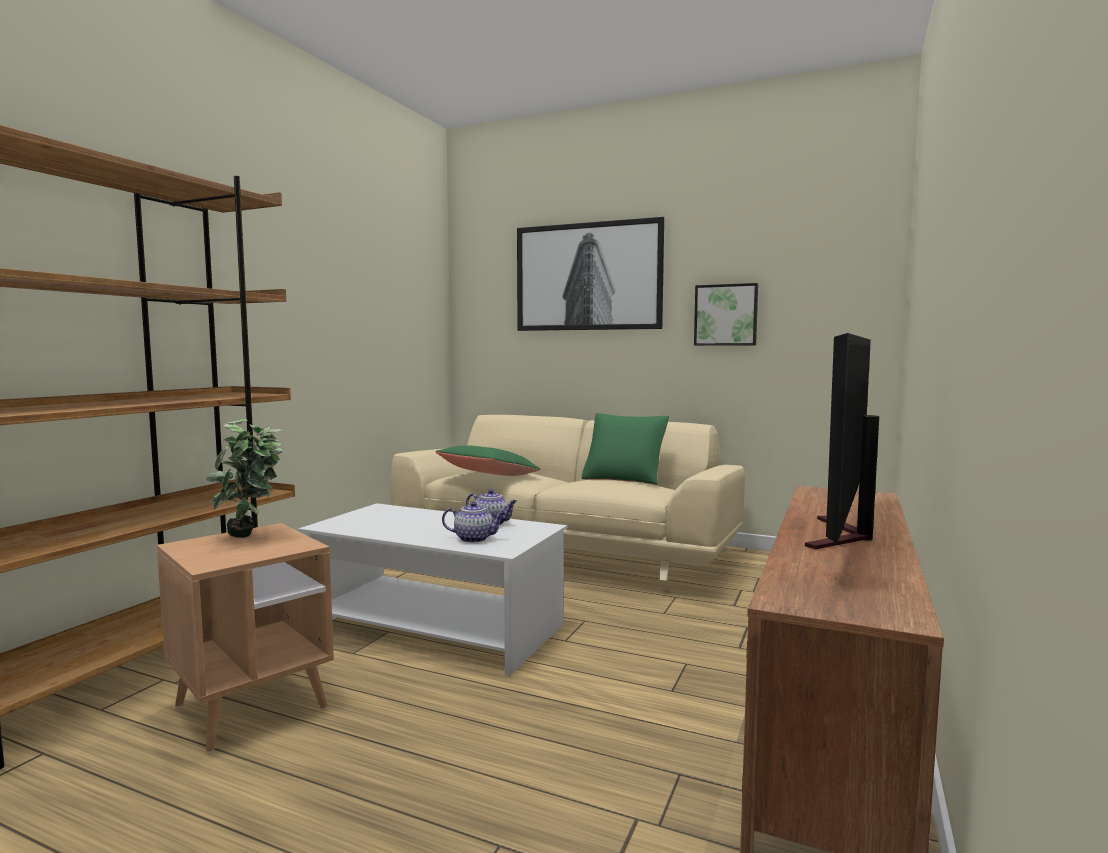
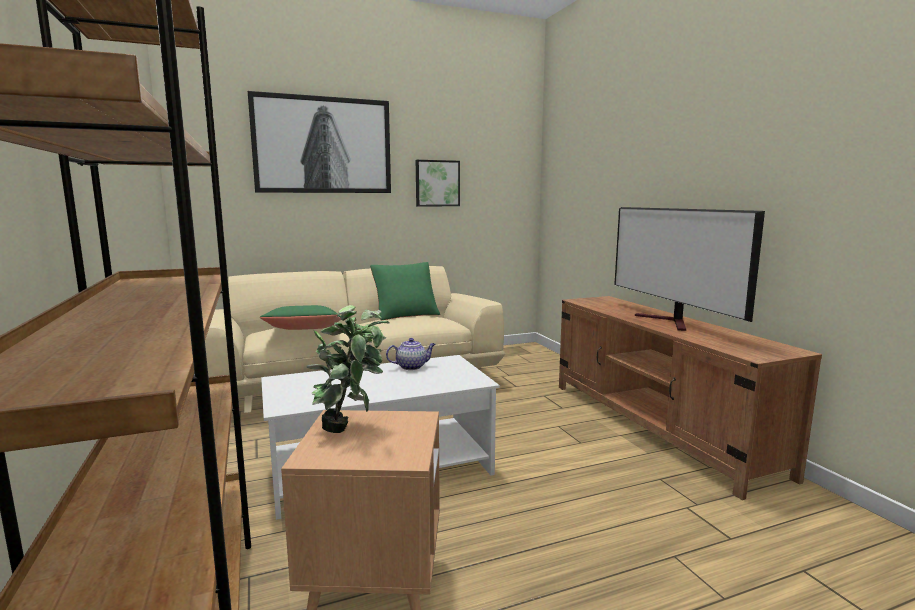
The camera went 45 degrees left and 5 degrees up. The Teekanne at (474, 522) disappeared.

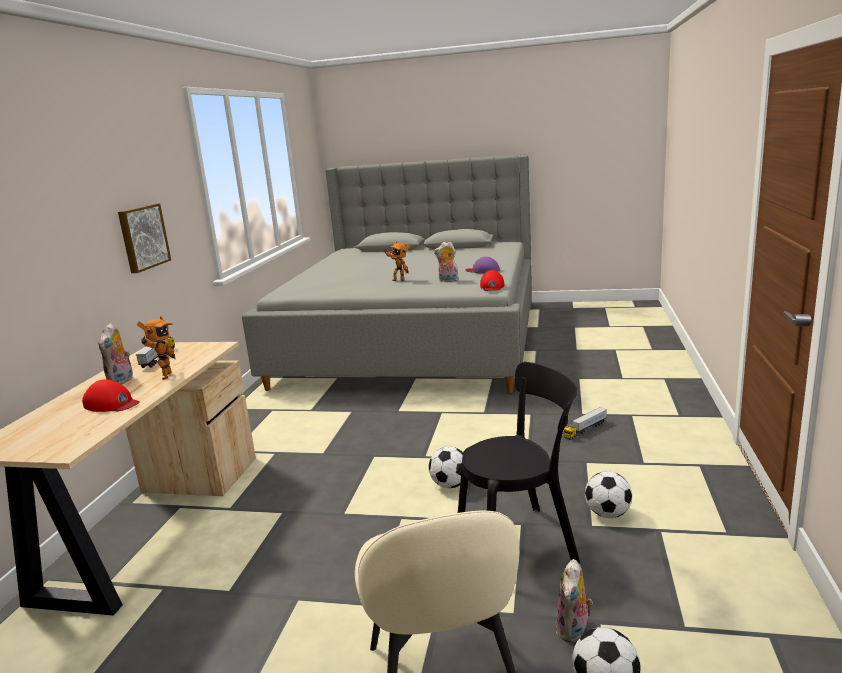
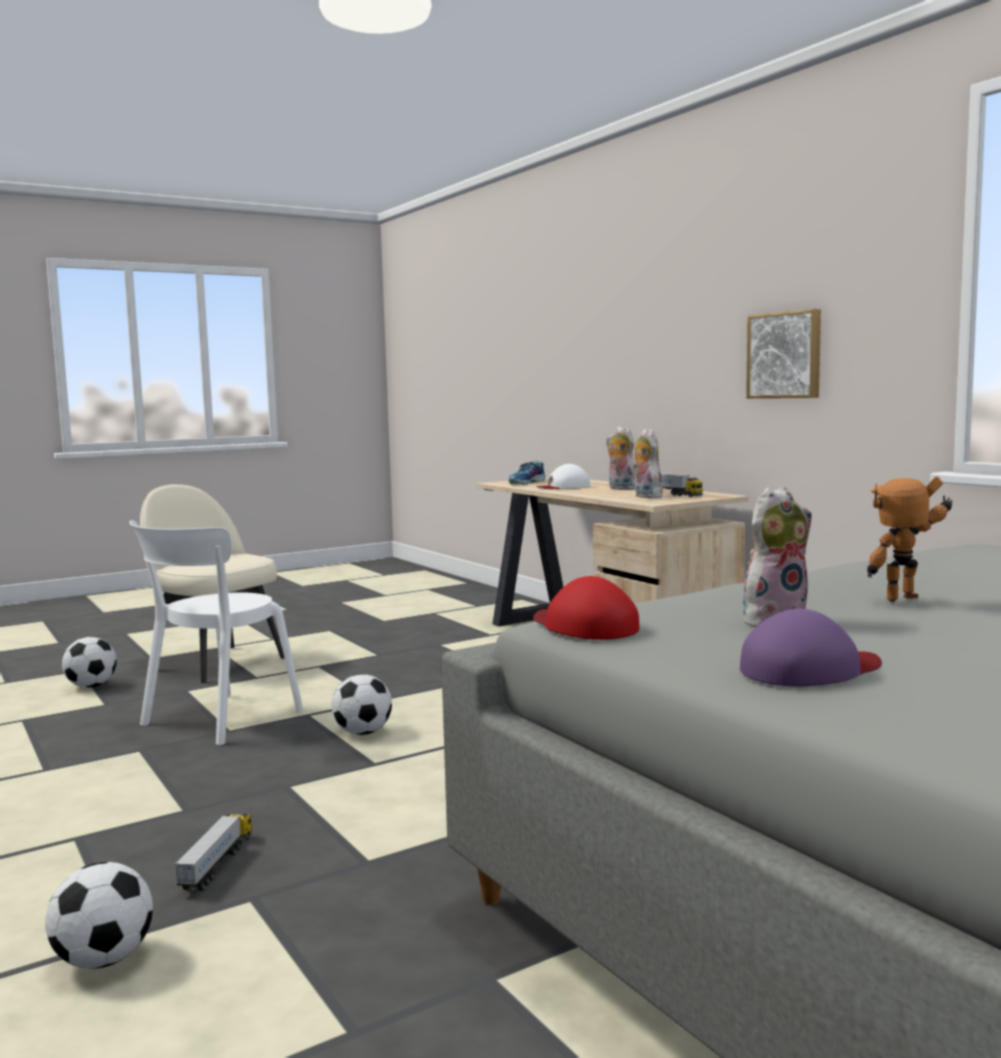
The camera went 135 degrees right and 10 degrees down. The Kappe (rot) at (111, 395) became the Kappe (weiß) at (563, 476). The Spielzeugroboter at (156, 348) disappeared. The Stuhl (schwarz) at (519, 462) became the Stuhl (weiß) at (216, 633). The Plüschtier moved from (574, 600) to (647, 463). The Fußball moved from (608, 494) to (99, 915). The Schuh at (527, 472) appeared.

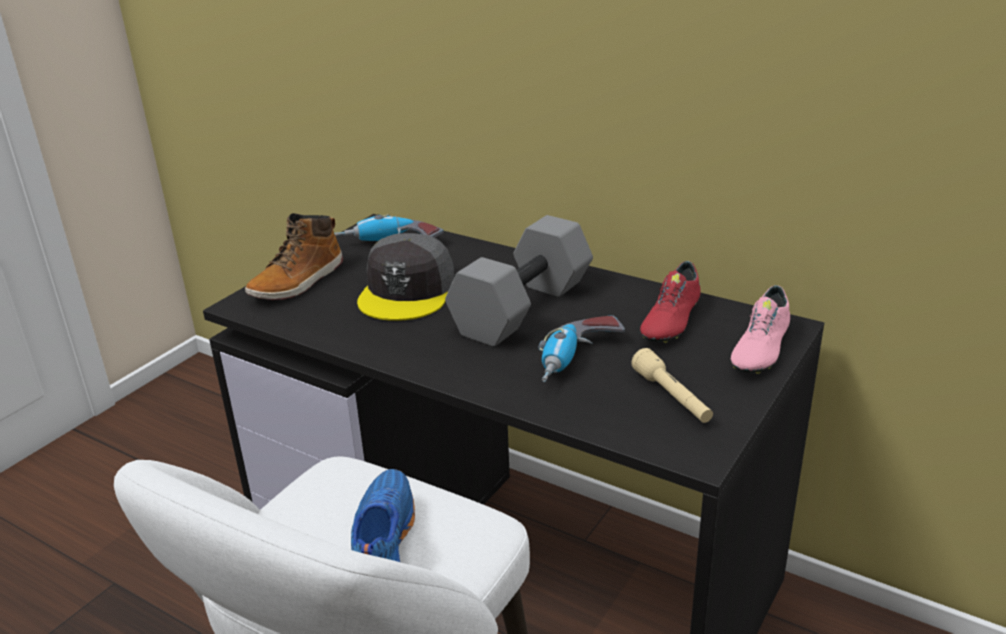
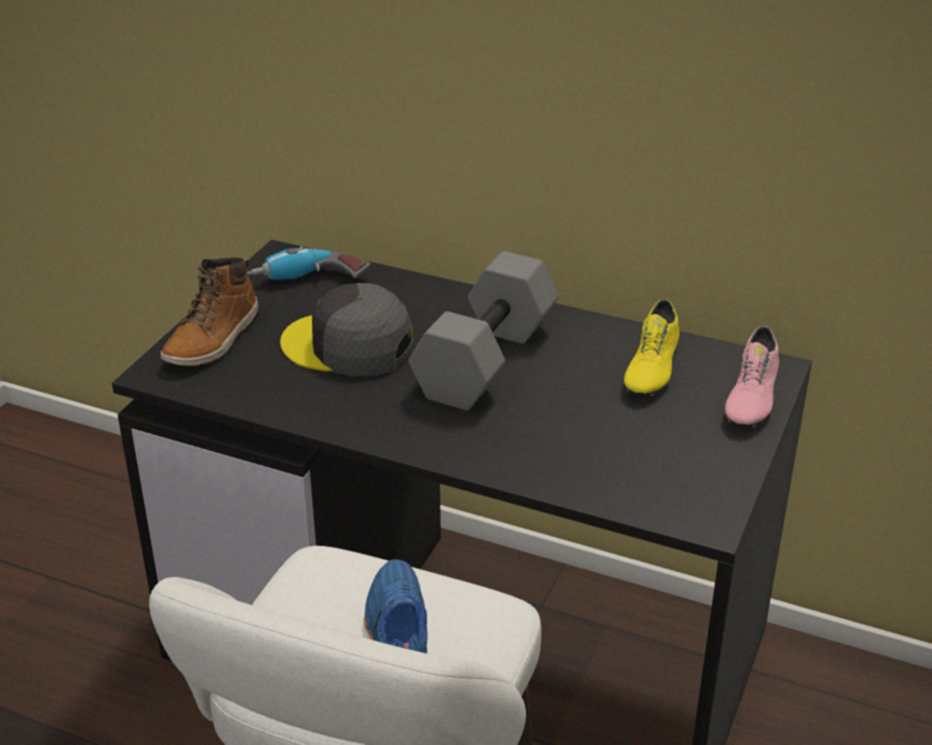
The camera went 10 degrees left and 5 degrees up. The Kappe (grau) at (406, 277) turned 105 degrees clockwise. The Bohrmaschine at (581, 348) disappeared. The Taschenlampe (beige) at (672, 385) disappeared. The Schuh (rot) at (670, 302) became the Schuh (gelb) at (652, 347).

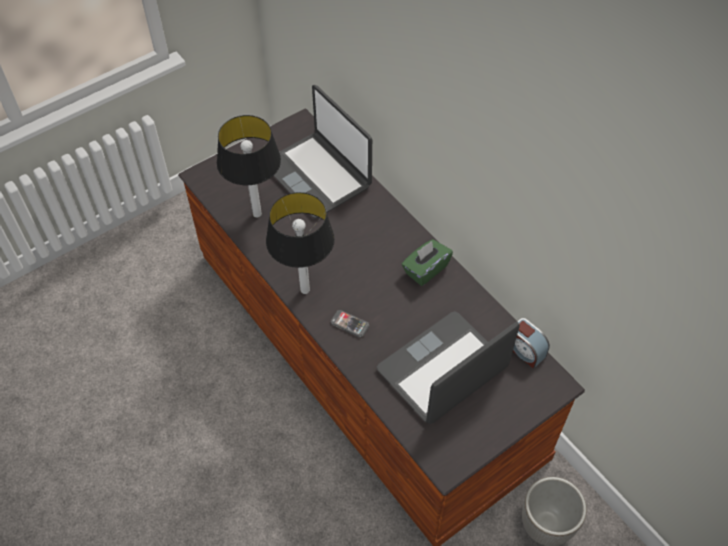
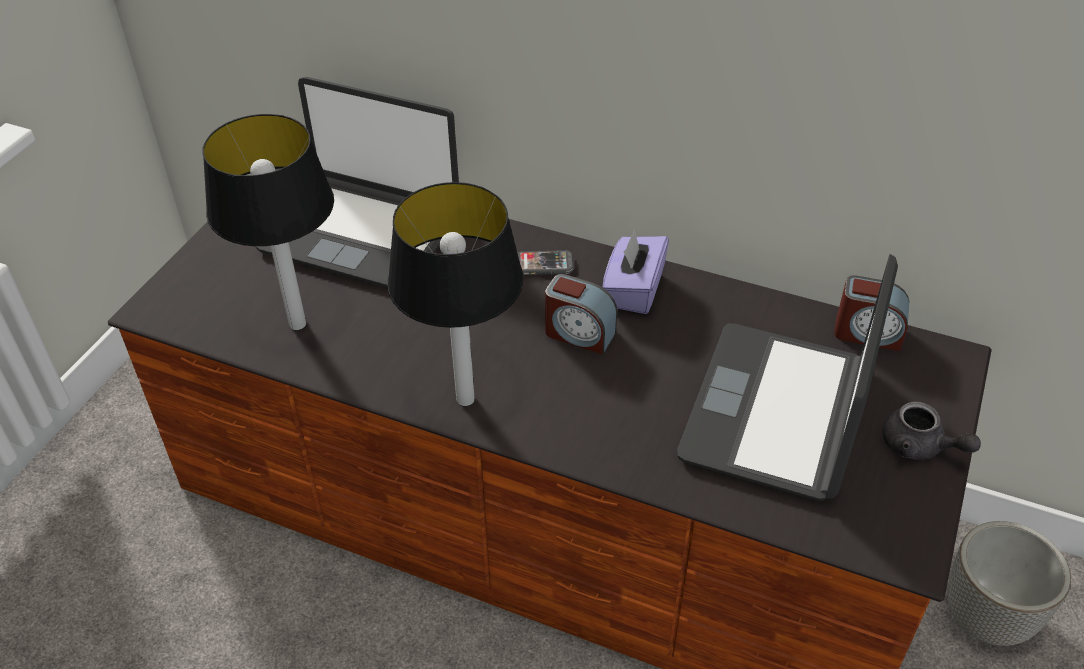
The camera went 30 degrees left and 10 degrees down. The Handy moved from (350, 323) to (545, 262). The Taschentuchbox (grün) at (427, 262) became the Taschentuchbox (lila) at (635, 272). The Wecker at (581, 314) appeared. The Teekanne (grau) at (931, 430) appeared.

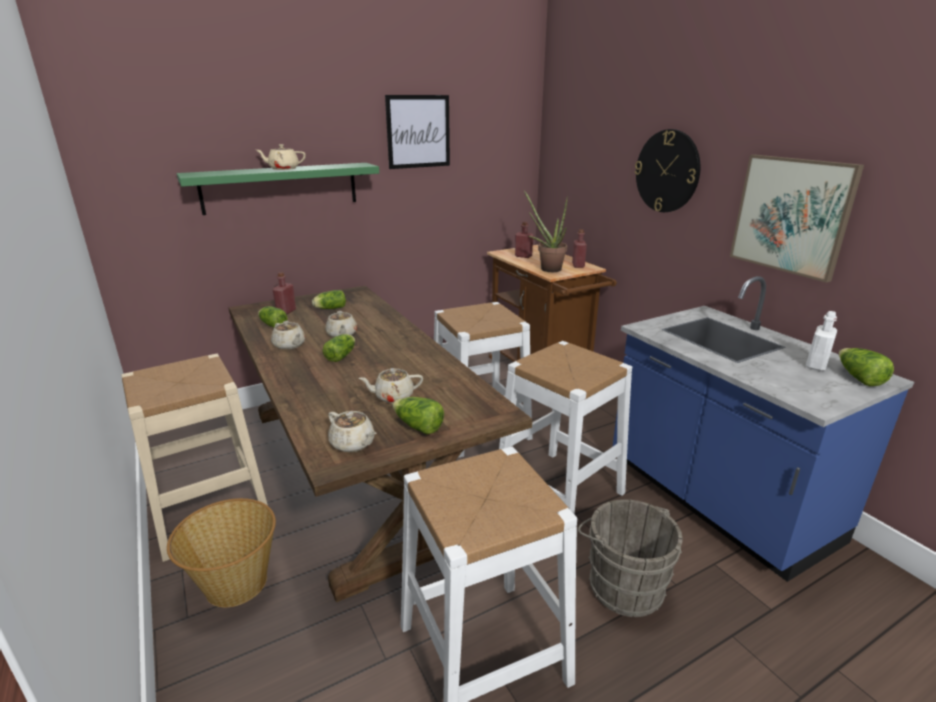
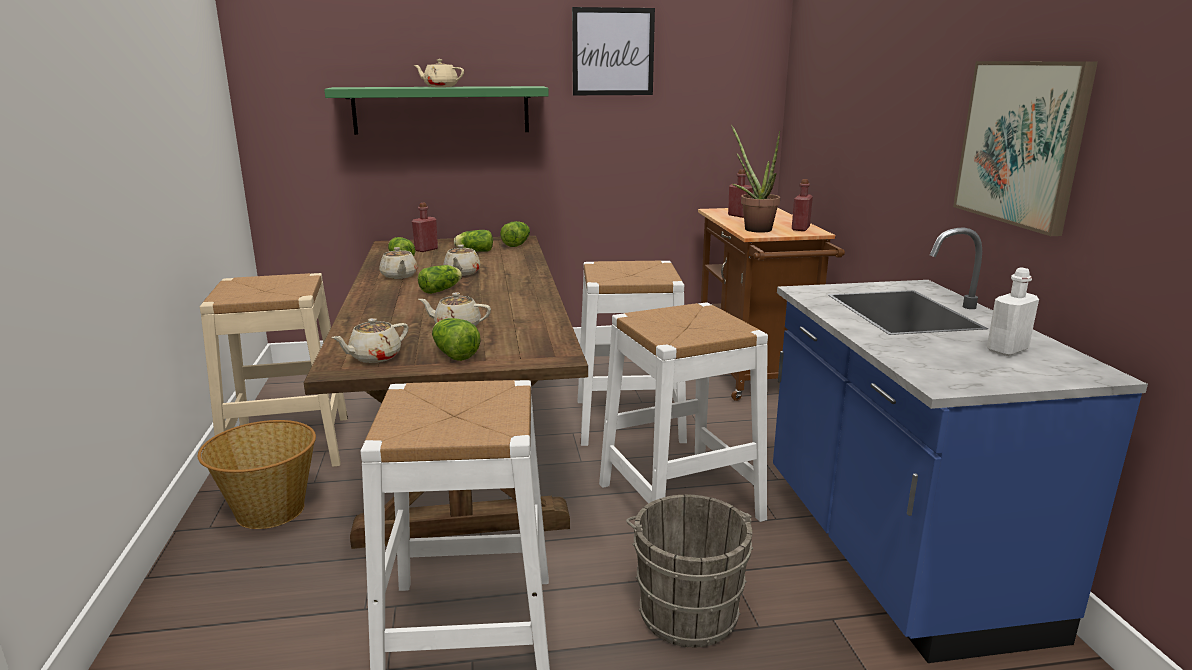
The camera went 20 degrees right and 5 degrees down. The Teekanne (beige) at (352, 431) turned 75 degrees clockwise. The Wanduhr at (667, 170) disappeared. The Salatkopf moved from (866, 367) to (515, 234).

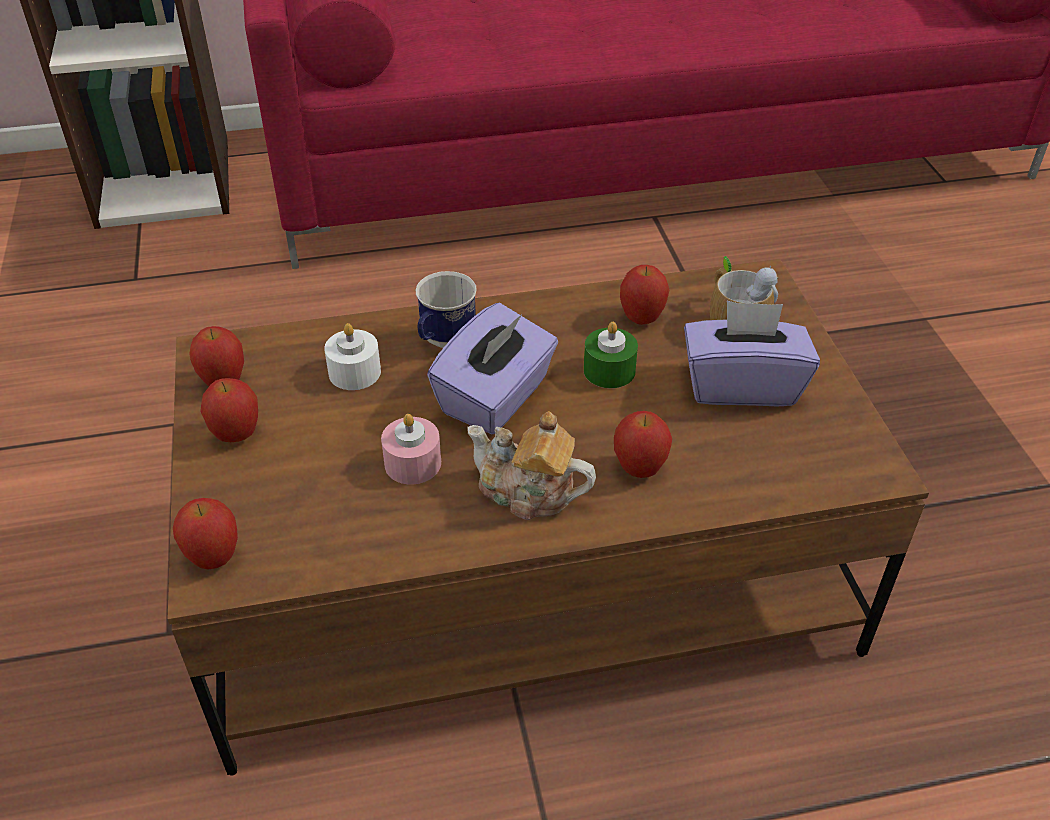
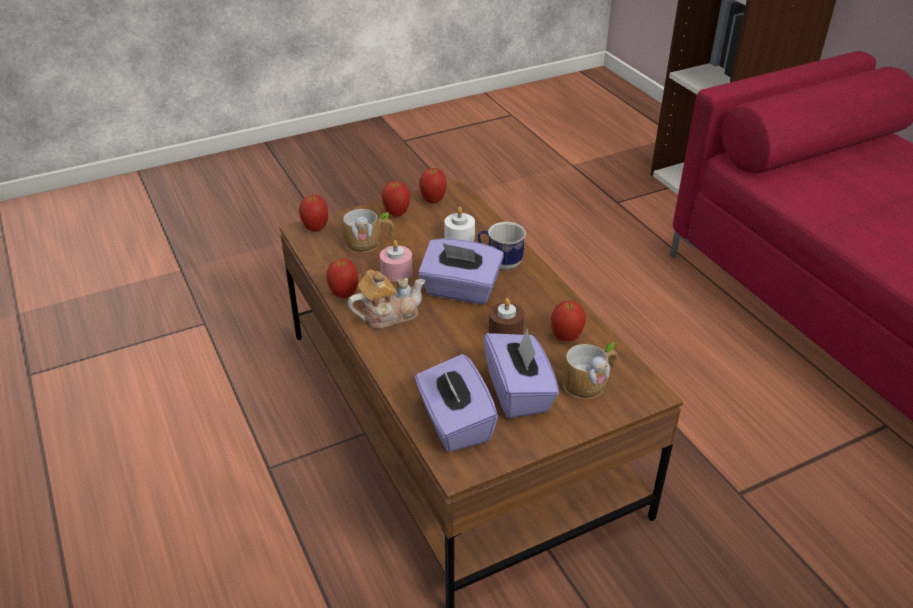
The camera went 75 degrees right and 5 degrees down. The Teekanne at (531, 465) turned 60 degrees clockwise. The Kerze (grün) at (610, 355) became the Kerze (braun) at (506, 316). The Apfel moved from (643, 444) to (342, 278). The Henkelbecher at (368, 231) appeared. The Taschentuchbox (lila) at (456, 403) appeared.

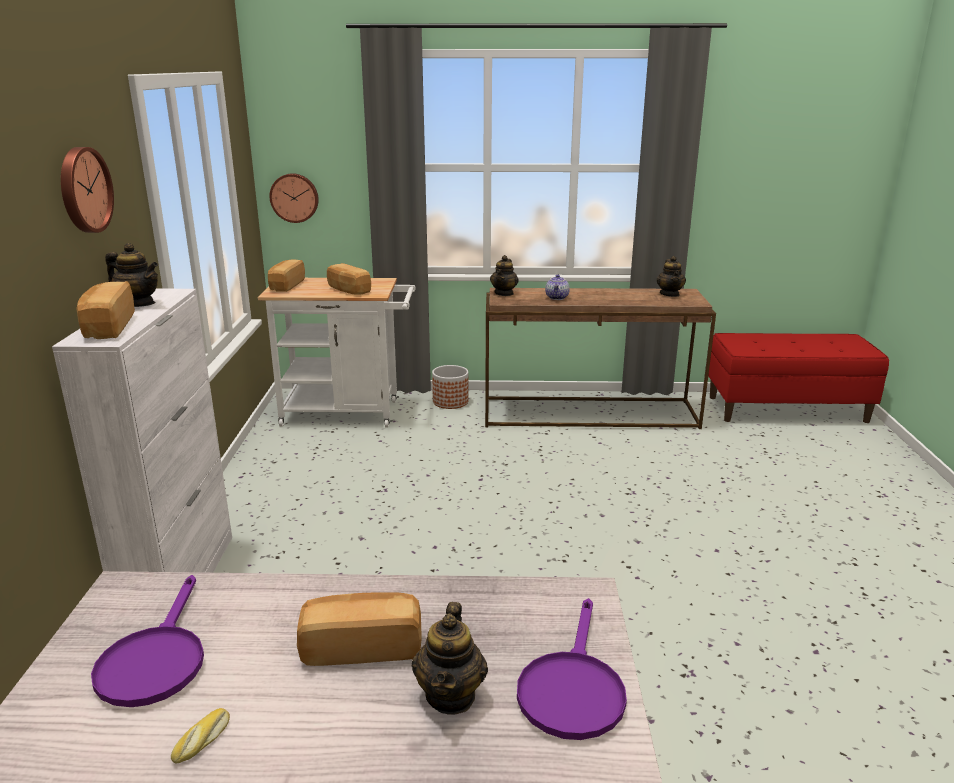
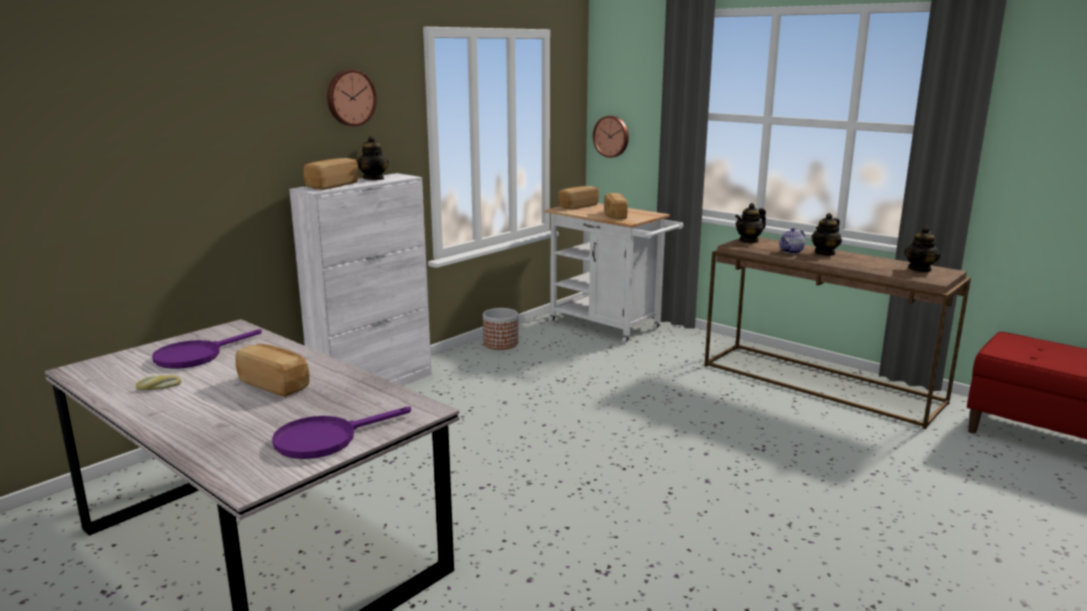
The camera went 40 degrees right and 5 degrees down. The Teekanne moved from (450, 658) to (826, 234). The Pflanzkübel moved from (450, 387) to (500, 329).

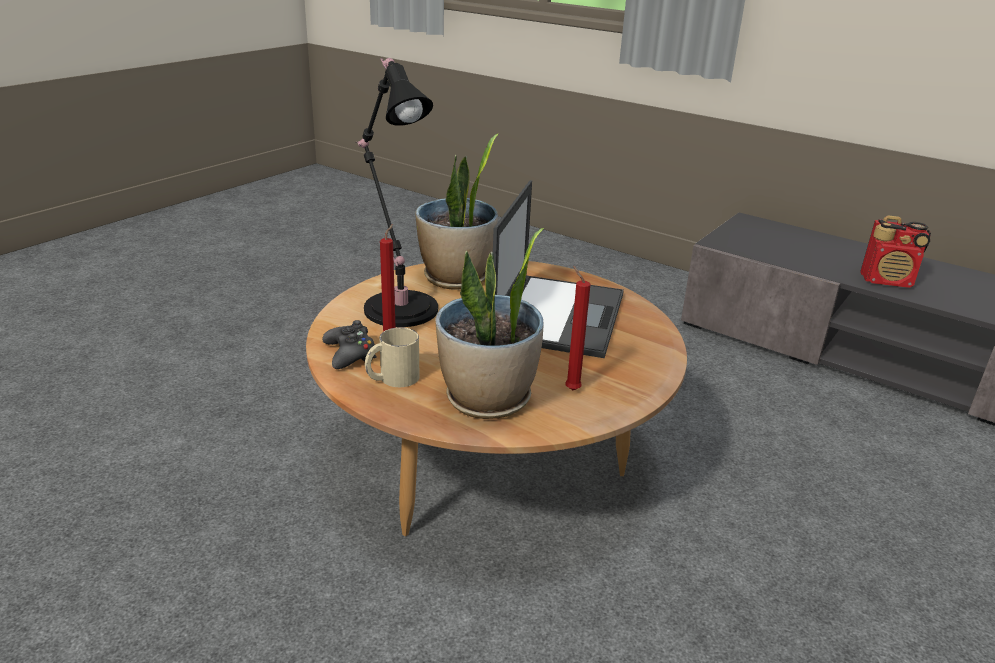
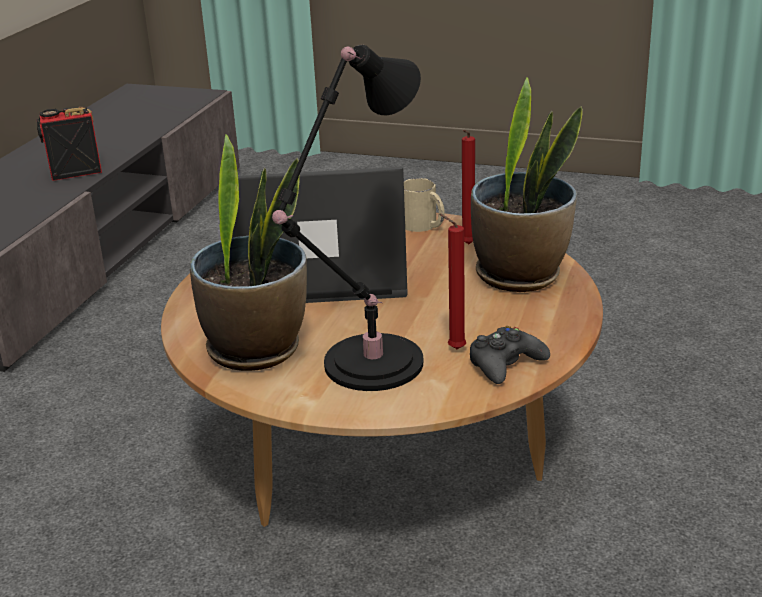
The camera went 105 degrees left and 0 degrees up. The Henkelbecher (beige) moved from (392, 357) to (424, 205). The Radio at (895, 251) turned 105 degrees counterclockwise.

